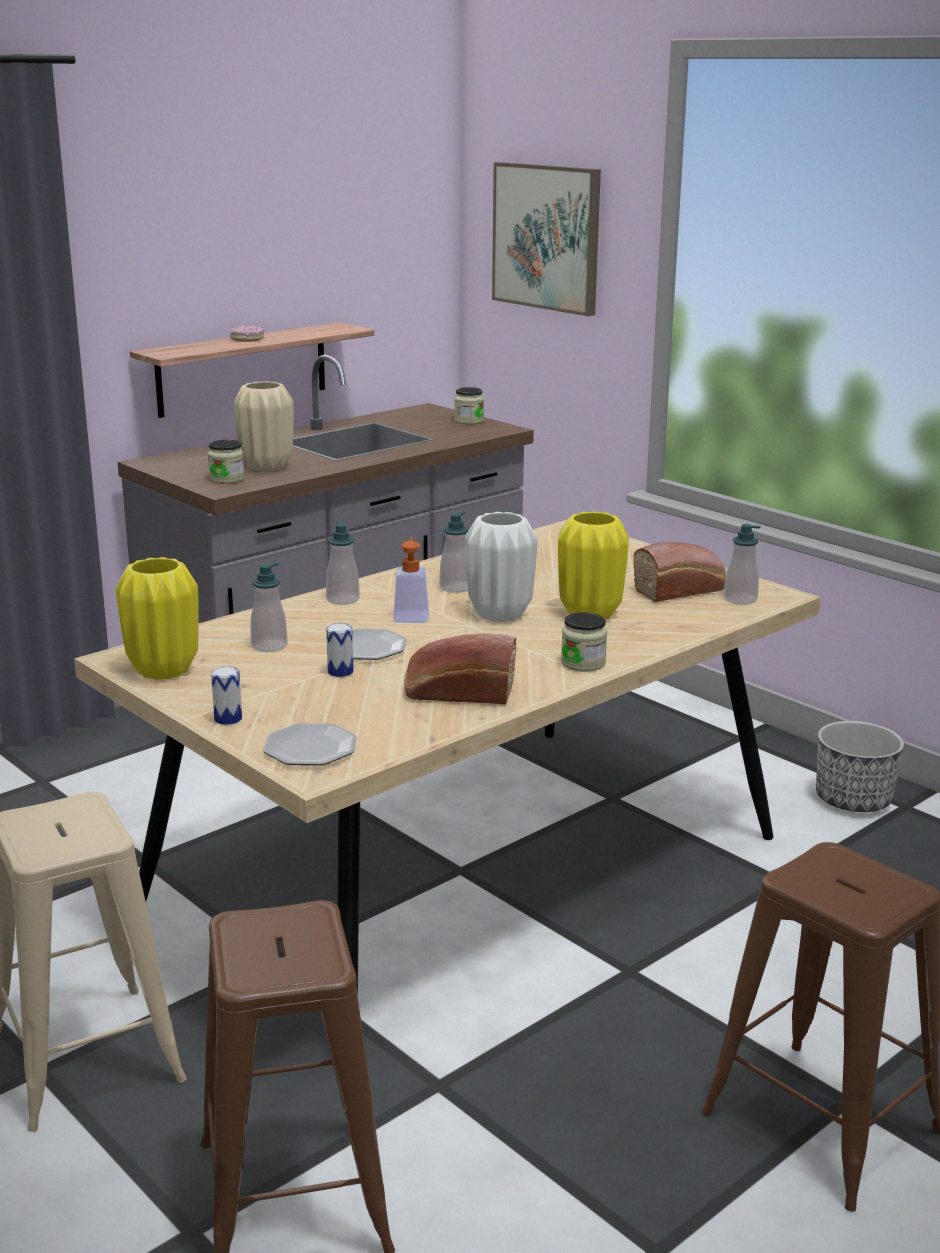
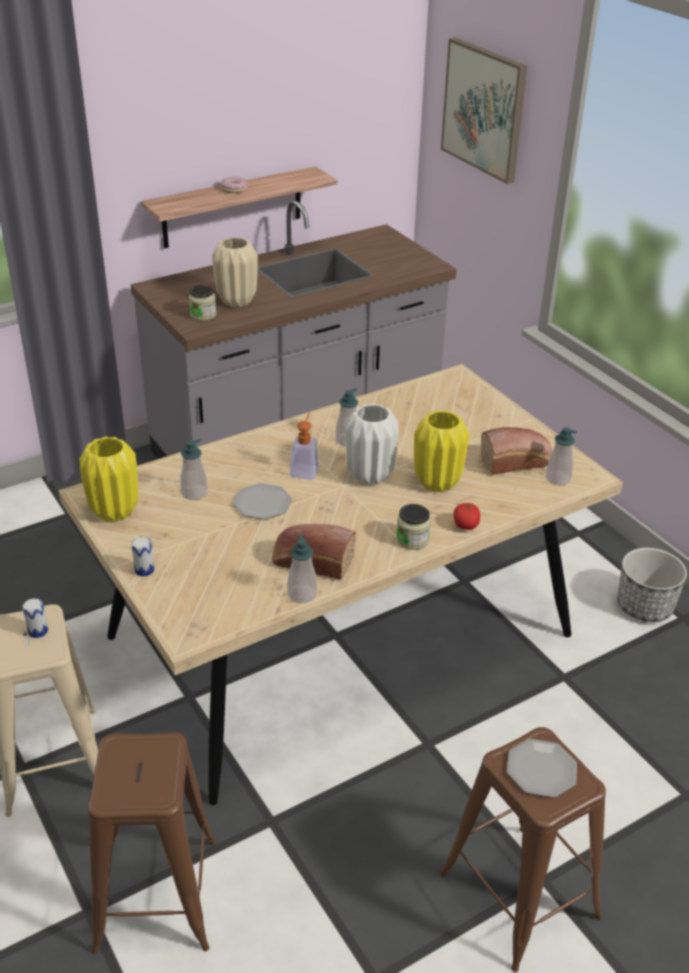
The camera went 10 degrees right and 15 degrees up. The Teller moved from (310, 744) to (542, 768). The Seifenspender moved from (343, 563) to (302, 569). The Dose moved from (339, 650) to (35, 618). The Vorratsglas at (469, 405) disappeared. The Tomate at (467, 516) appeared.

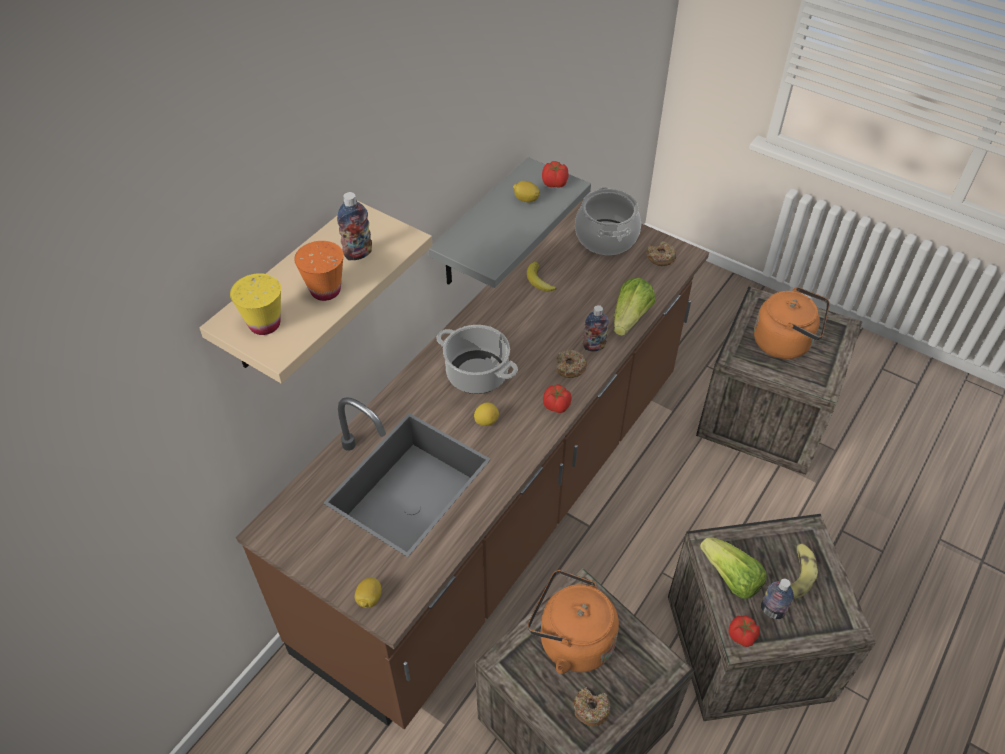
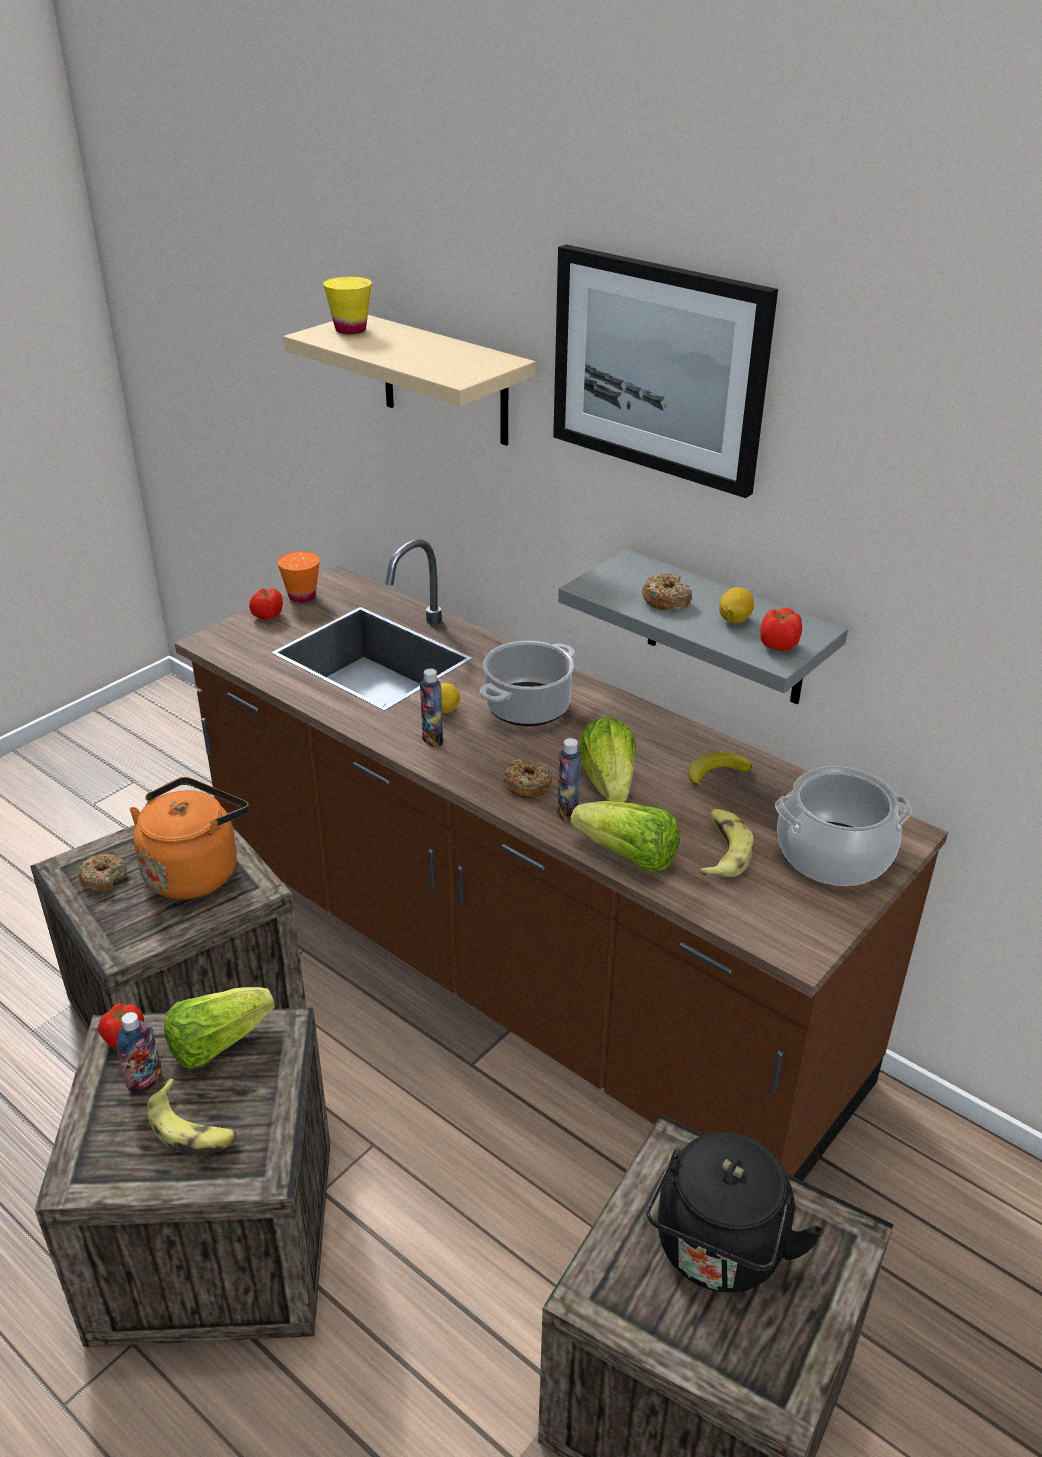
The camera went 95 degrees right and 15 degrees down. The Tasse (orange) moved from (319, 271) to (298, 577). The Flasche moved from (354, 226) to (431, 707). The Zitrone at (368, 592) disappeared. The Tomate moved from (557, 398) to (266, 604). The Donut moved from (661, 253) to (667, 592). The Wasserkessel (orange) at (792, 323) became the Wasserkessel (schwarz) at (735, 1212). The Bild at (665, 371) appeared. The Salatkopf at (607, 759) appeared. The Banane at (726, 843) appeared.

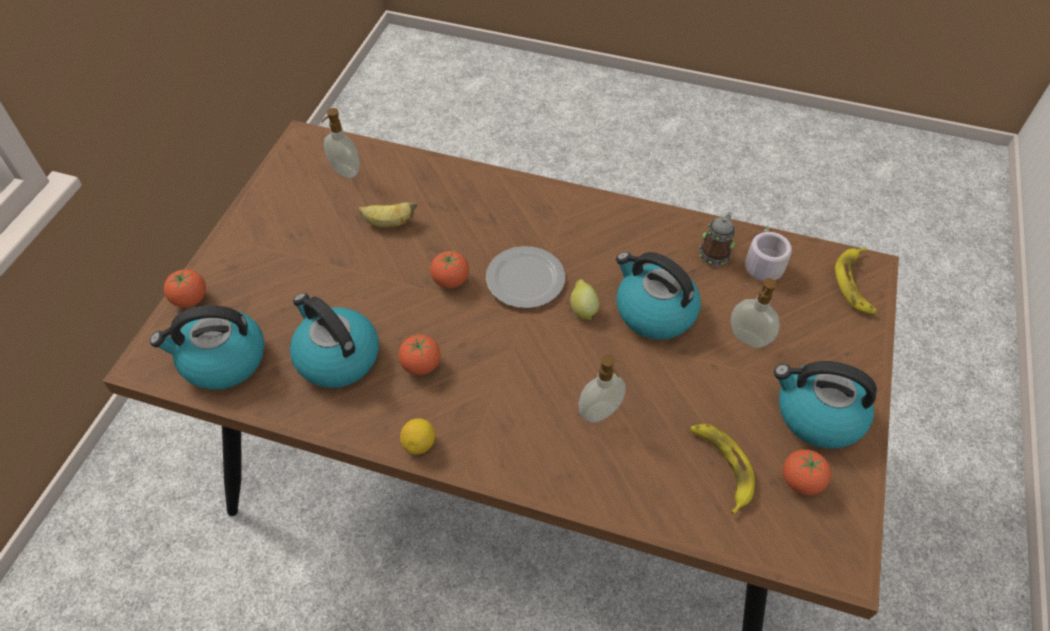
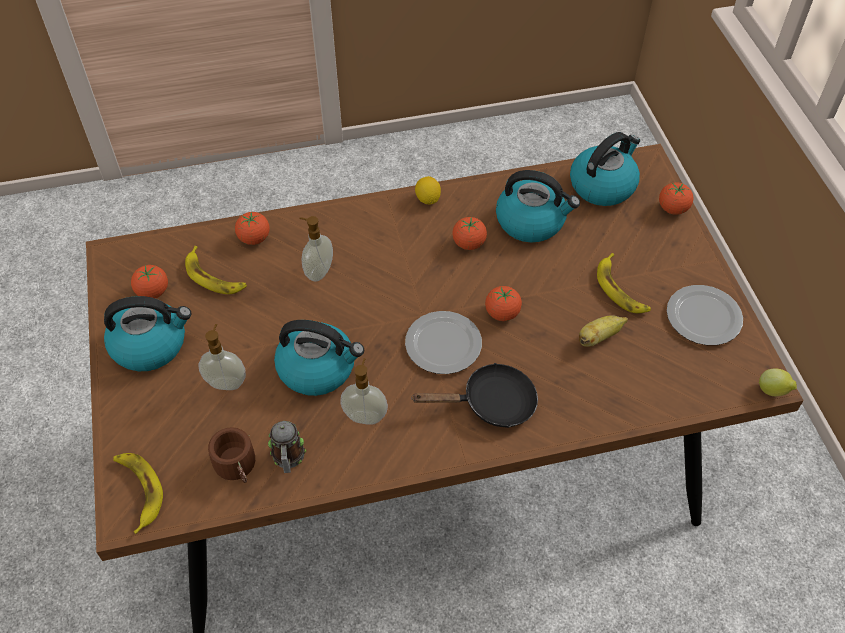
The camera went 150 degrees right and 0 degrees up. The Seifenspender moved from (340, 143) to (364, 391). The Zitrone moved from (584, 299) to (778, 382). The Henkelbecher (grau) at (767, 255) became the Henkelbecher (braun) at (231, 455). The Tomate at (252, 228) appeared. The Pfanne (schwarz) at (474, 395) appeared. The Banane at (624, 283) appeared. The Teller at (705, 315) appeared.

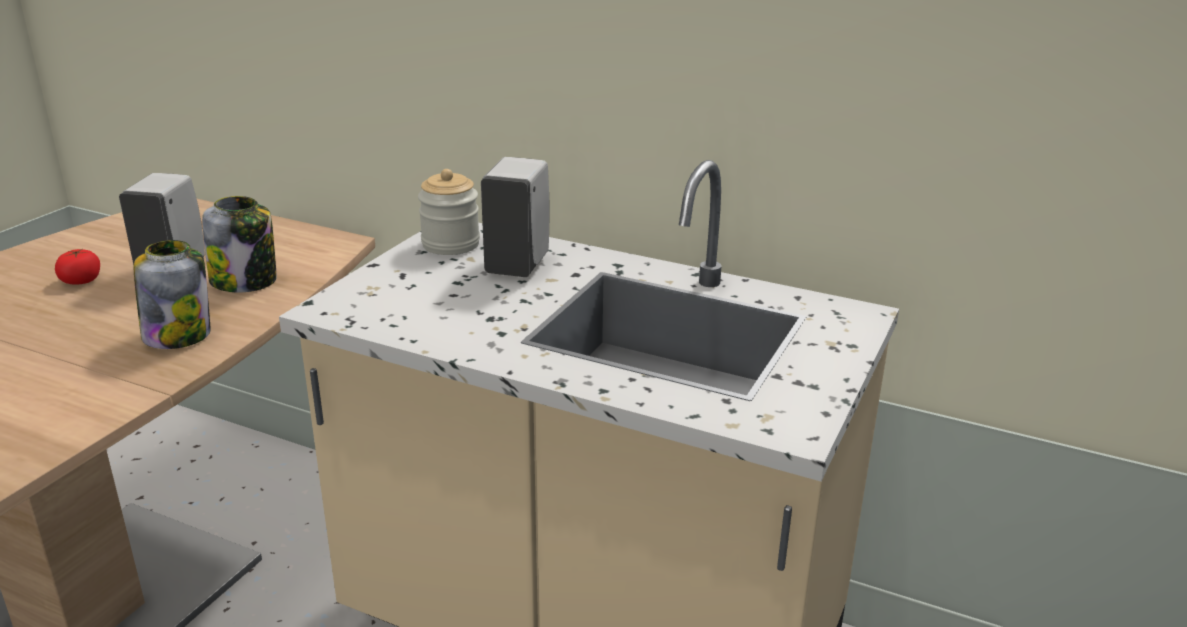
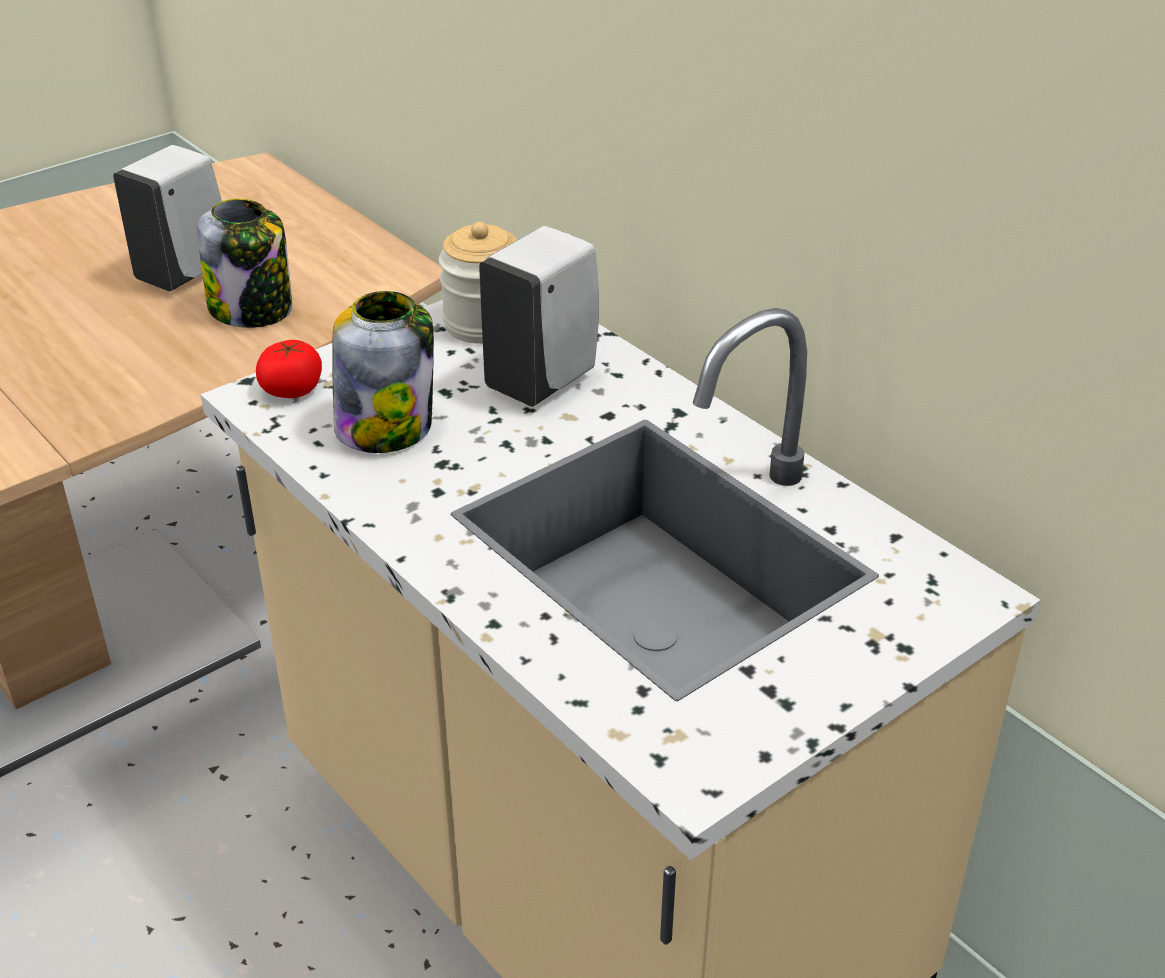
The camera went 25 degrees right and 10 degrees up. The Tomate moved from (77, 266) to (289, 369). The Vorratsglas moved from (172, 294) to (383, 372).

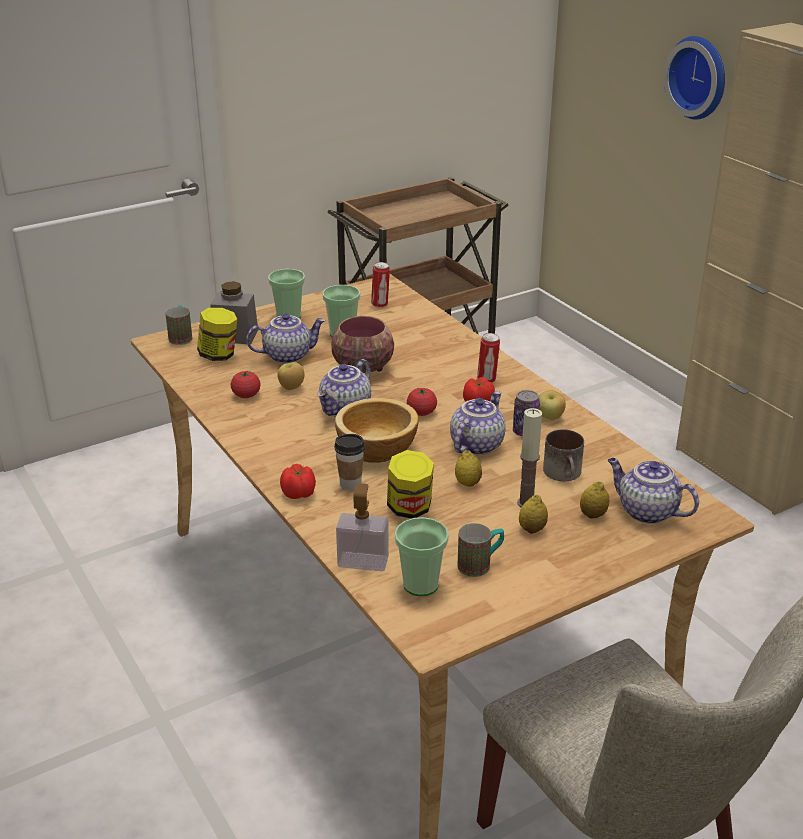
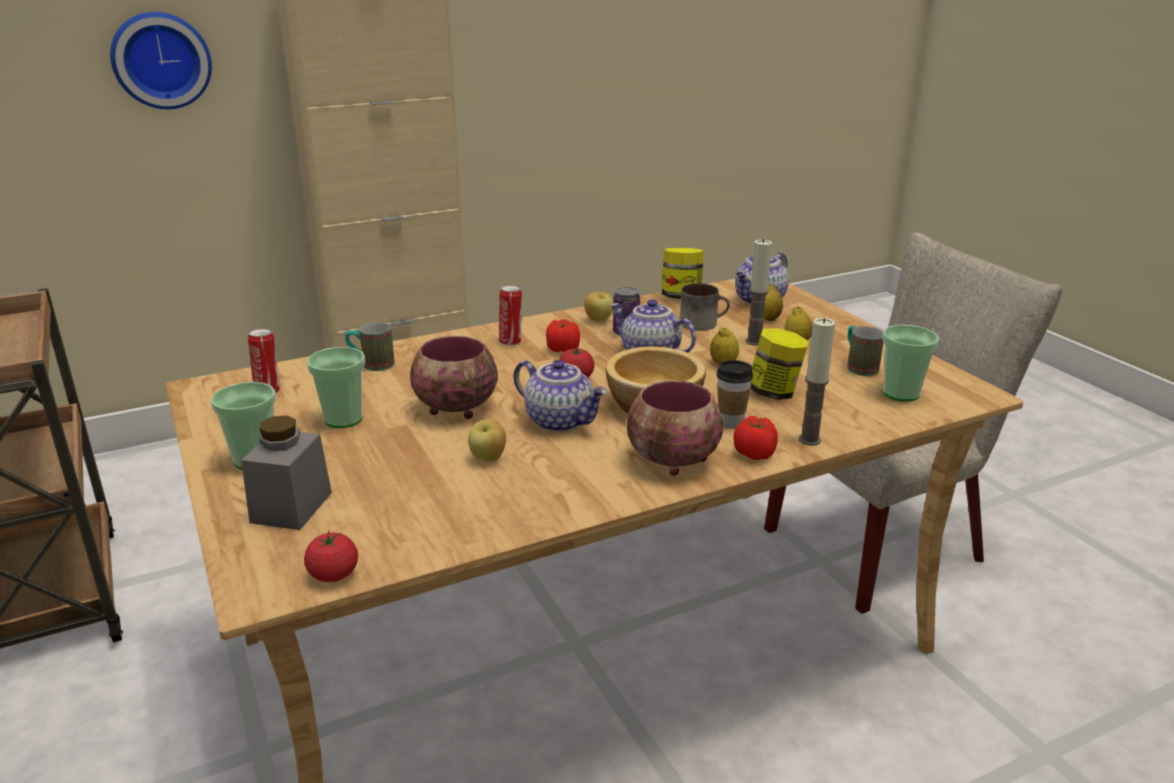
The camera went 85 degrees left and 5 degrees down. The Henkelbecher moved from (178, 325) to (370, 346). The Vorratsglas moved from (217, 334) to (683, 273). The Tomate moved from (246, 384) to (331, 556). The Teekanne at (286, 338) disappeared. The Seifenspender at (362, 527) disappeared. The Schüssel at (675, 428) appeared. The Kerze at (817, 382) appeared.

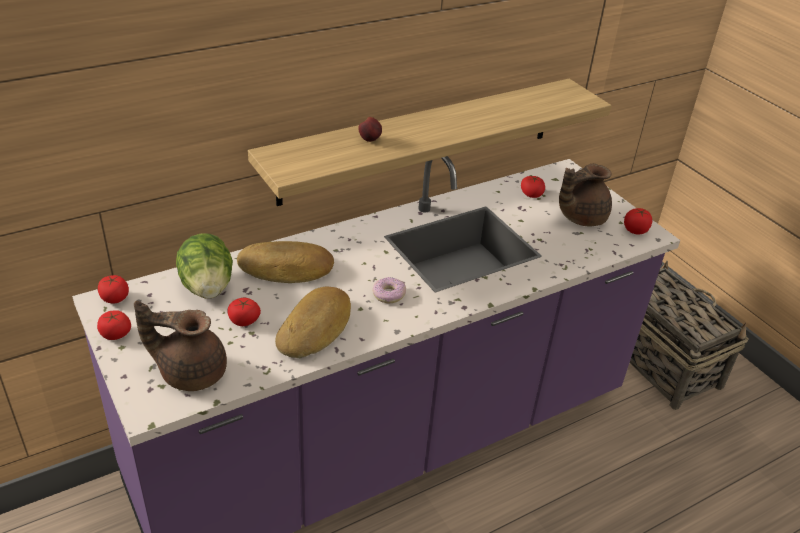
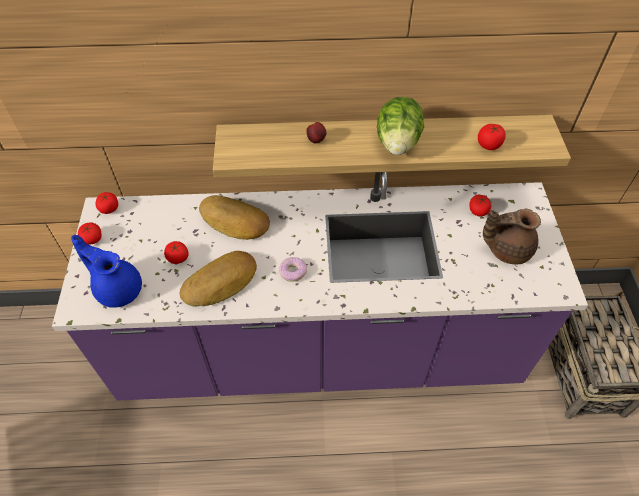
The camera went 30 degrees right and 15 degrees up. The Teekanne (braun) at (180, 346) became the Teekanne (blau) at (106, 271). The Salatkopf moved from (204, 266) to (400, 126). The Tomate moved from (638, 221) to (492, 137).

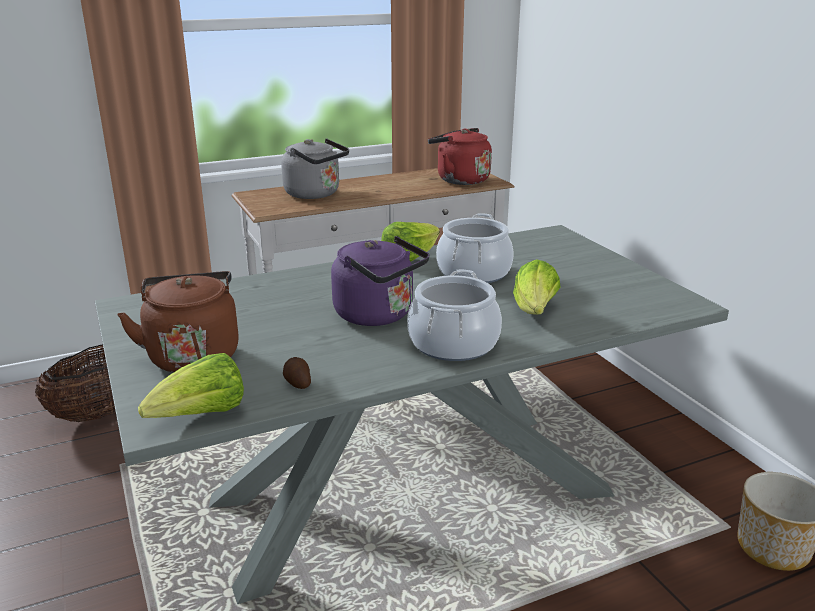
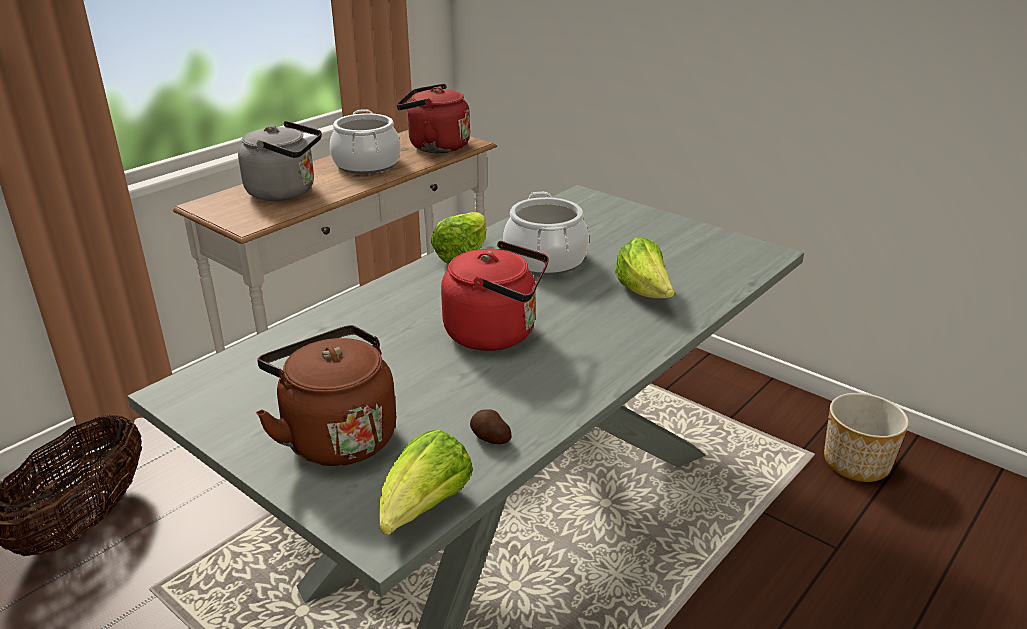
The camera went 25 degrees left and 5 degrees up. The Wasserkessel (lila) at (380, 281) became the Wasserkessel (rot) at (495, 296). The Kochtopf moved from (454, 315) to (365, 141).

